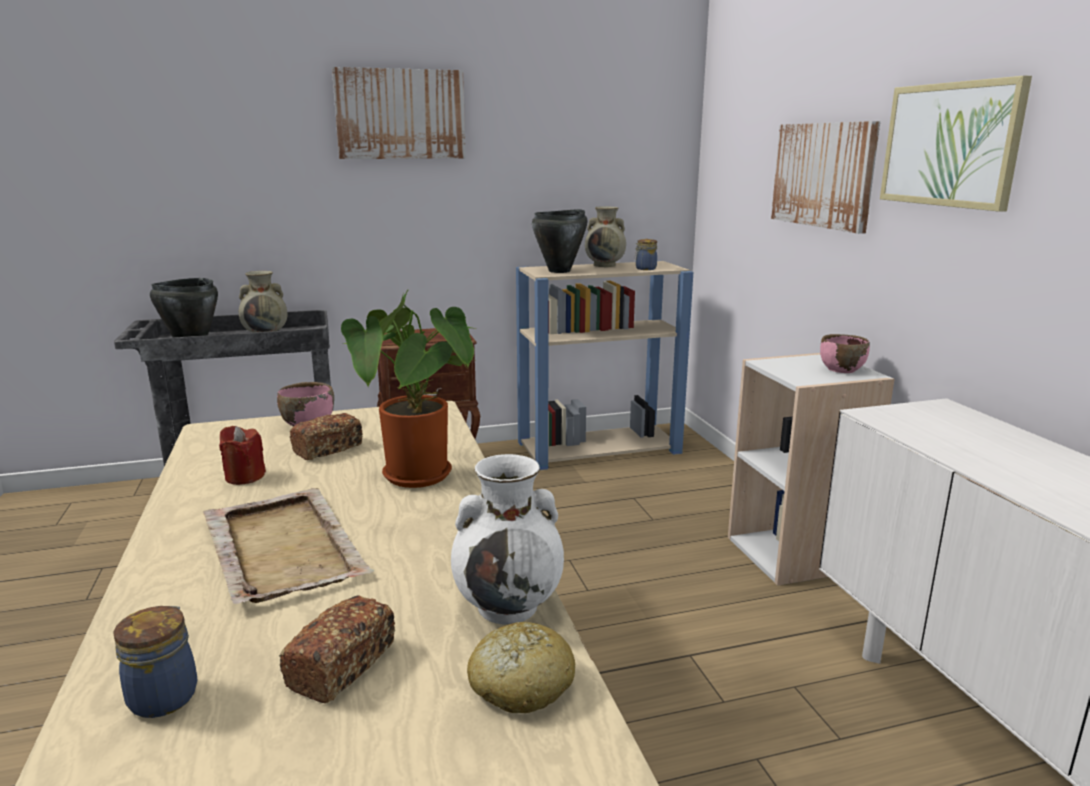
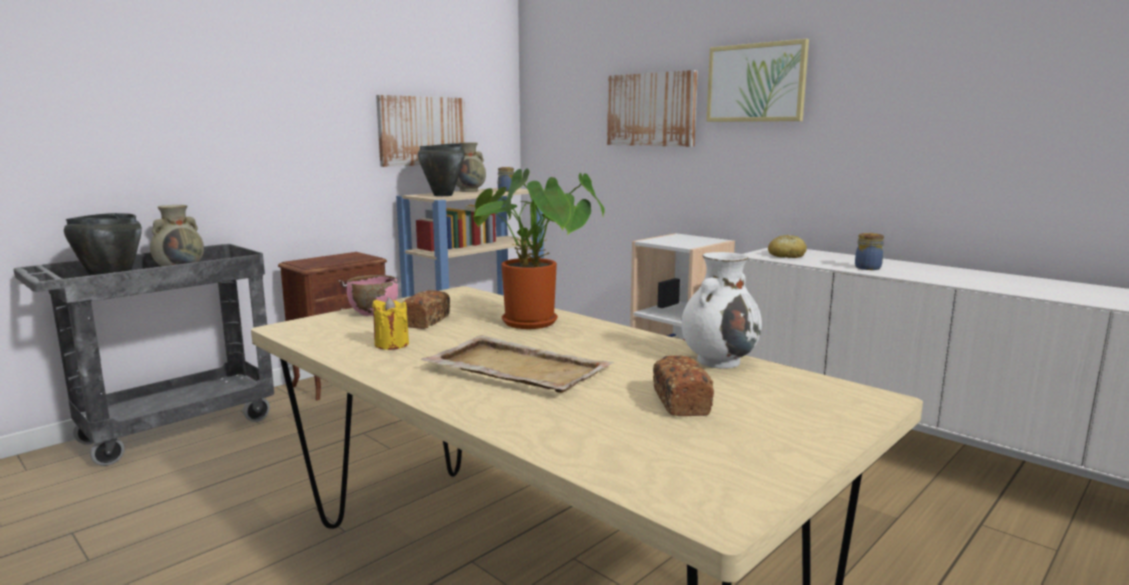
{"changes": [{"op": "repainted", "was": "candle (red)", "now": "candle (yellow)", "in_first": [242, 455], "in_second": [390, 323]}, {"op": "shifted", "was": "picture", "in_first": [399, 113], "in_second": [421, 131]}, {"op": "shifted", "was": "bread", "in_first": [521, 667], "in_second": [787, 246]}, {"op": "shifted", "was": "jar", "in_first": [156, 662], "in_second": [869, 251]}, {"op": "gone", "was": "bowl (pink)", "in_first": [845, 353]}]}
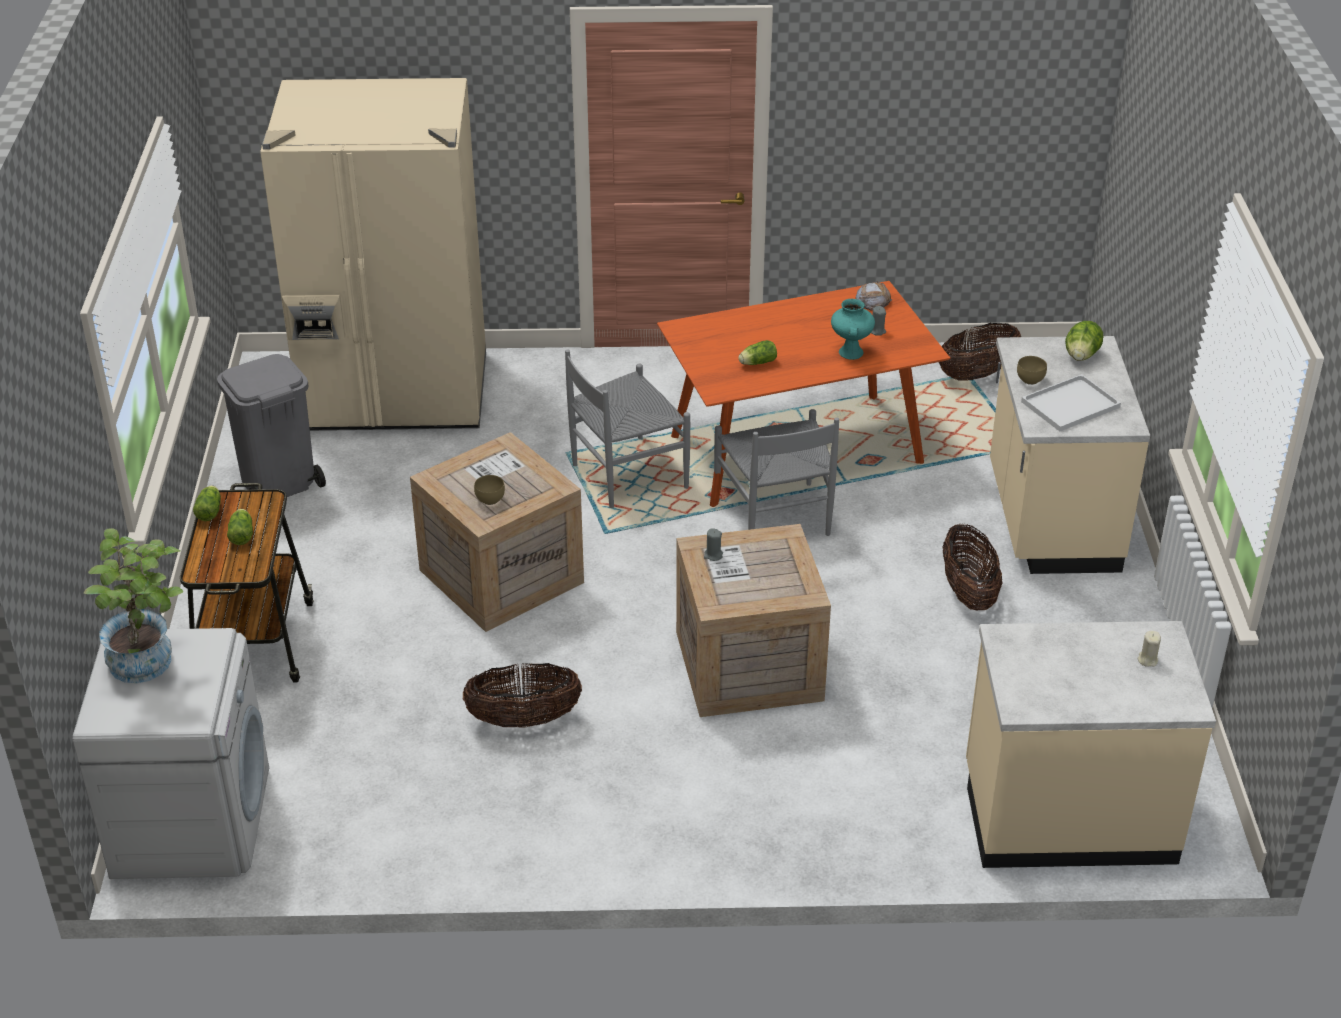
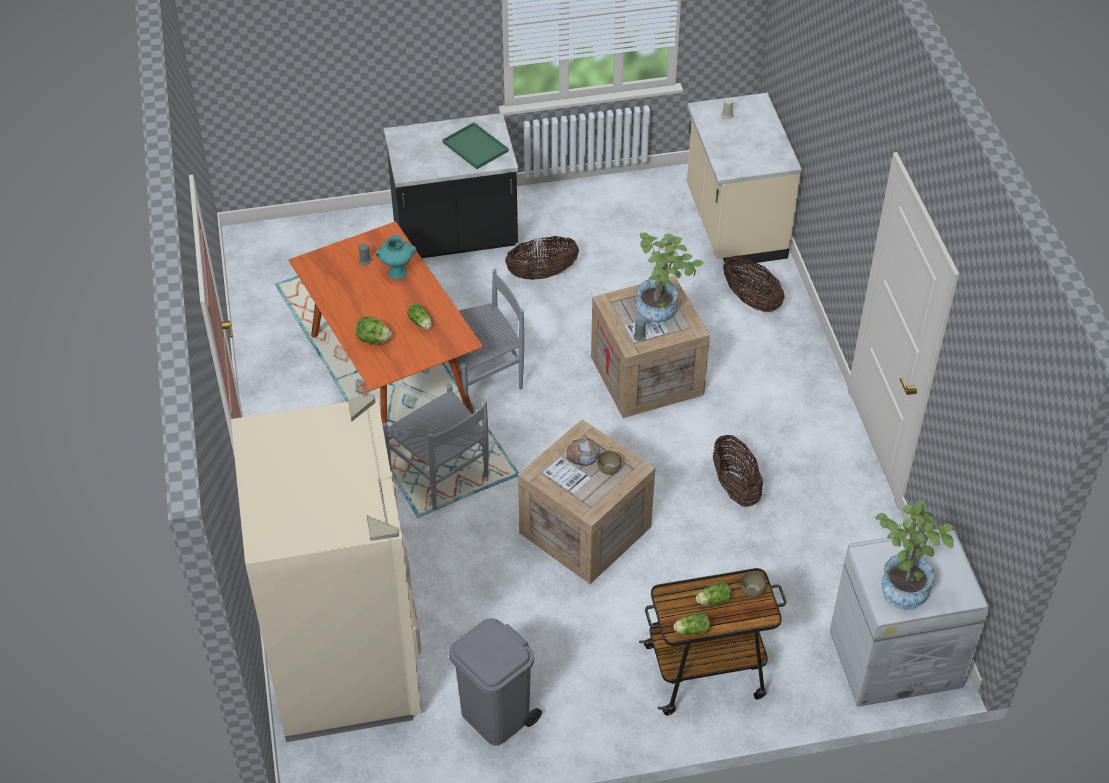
{"changes": [{"op": "shifted", "was": "lettuce", "in_first": [1084, 341], "in_second": [374, 331]}, {"op": "repainted", "was": "counter (beige)", "now": "counter (black)", "in_first": [1070, 455], "in_second": [451, 185]}, {"op": "repainted", "was": "tray (white)", "now": "tray (green)", "in_first": [1071, 403], "in_second": [475, 145]}, {"op": "shifted", "was": "bread", "in_first": [873, 296], "in_second": [583, 452]}, {"op": "new", "now": "potted plant", "in_second": [670, 278]}, {"op": "shifted", "was": "basket", "in_first": [980, 352], "in_second": [754, 284]}, {"op": "shifted", "was": "bowl (brown)", "in_first": [1032, 370], "in_second": [754, 584]}]}
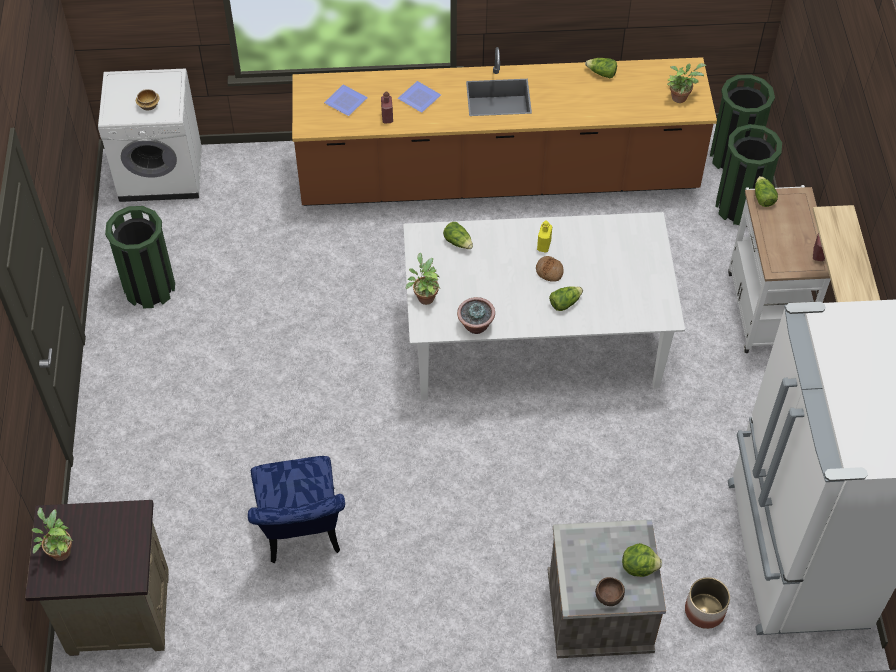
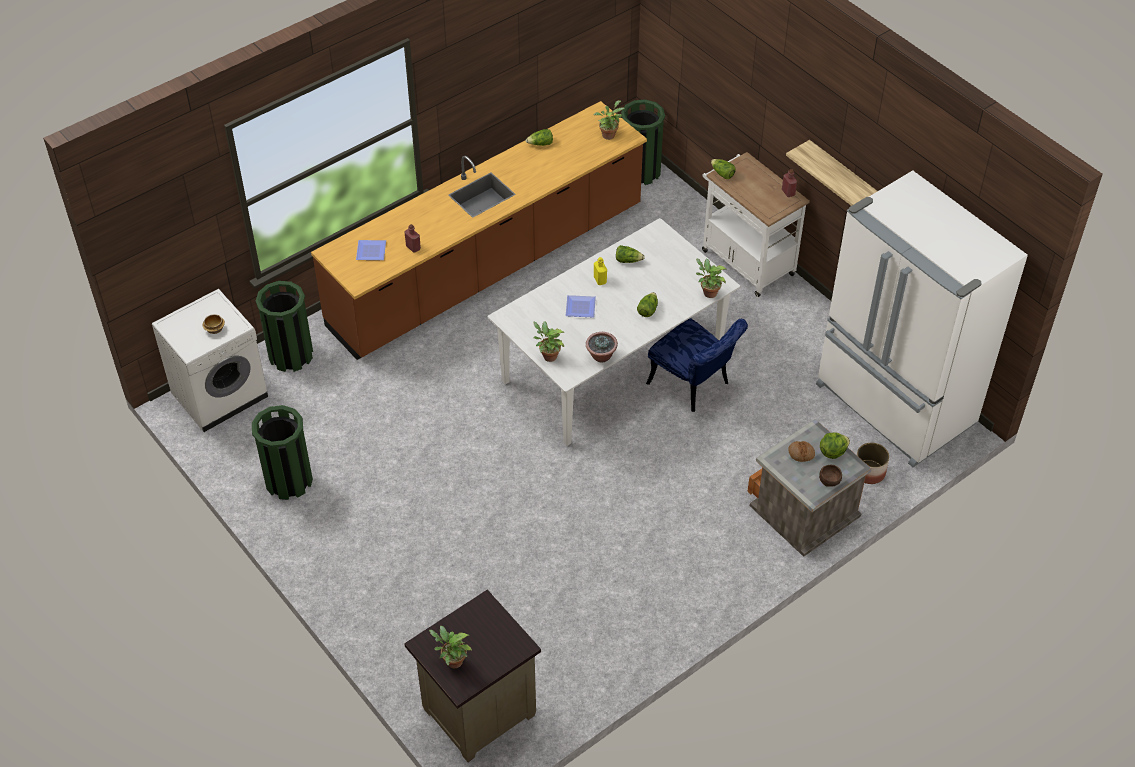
{"changes": [{"op": "shifted", "was": "trash can (green)", "in_first": [749, 174], "in_second": [284, 326]}, {"op": "shifted", "was": "plate", "in_first": [419, 97], "in_second": [581, 306]}, {"op": "shifted", "was": "lettuce", "in_first": [458, 235], "in_second": [630, 254]}, {"op": "shifted", "was": "chair (blue)", "in_first": [296, 509], "in_second": [697, 365]}, {"op": "new", "now": "potted plant", "in_second": [711, 278]}, {"op": "shifted", "was": "bread", "in_first": [550, 269], "in_second": [802, 451]}]}
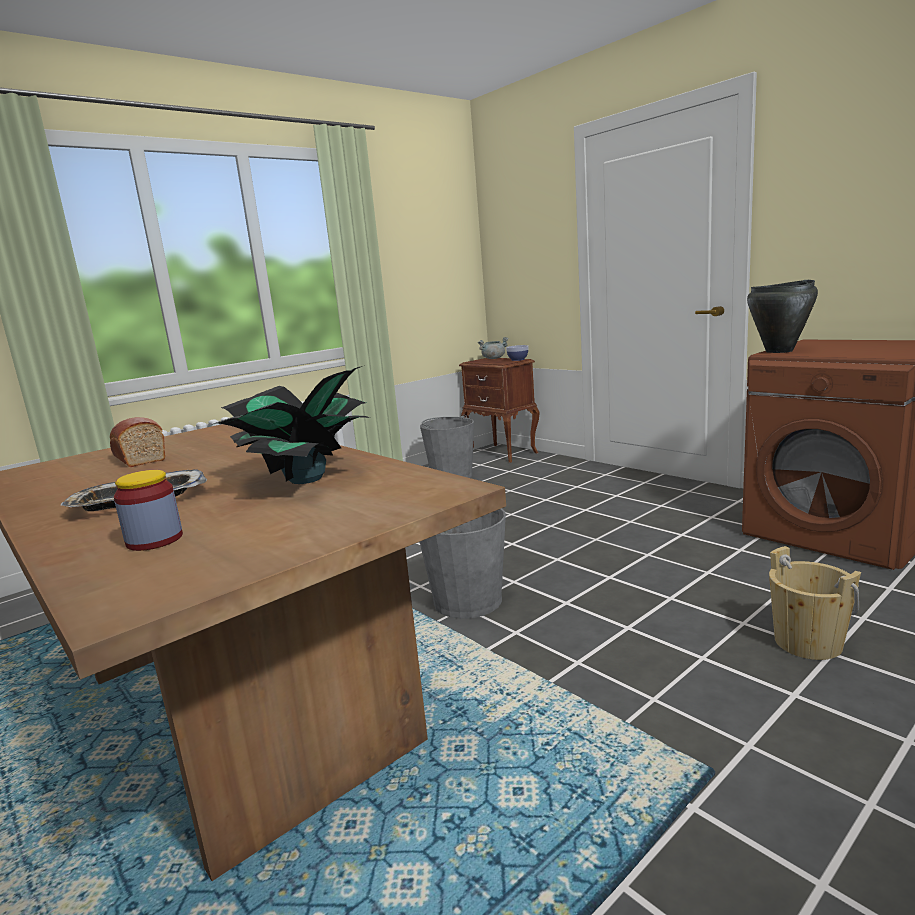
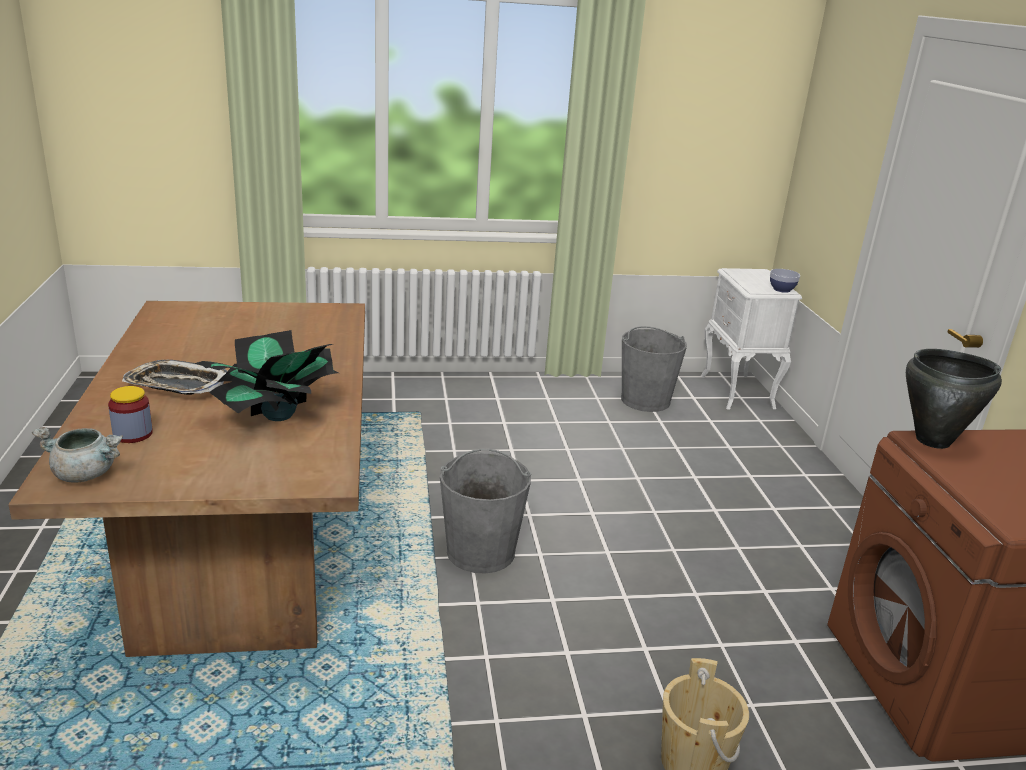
{"changes": [{"op": "shifted", "was": "cooking pot (grey)", "in_first": [493, 348], "in_second": [77, 455]}, {"op": "repainted", "was": "nightstand (brown)", "now": "nightstand (white)", "in_first": [499, 410], "in_second": [751, 339]}, {"op": "gone", "was": "bread", "in_first": [137, 442]}]}
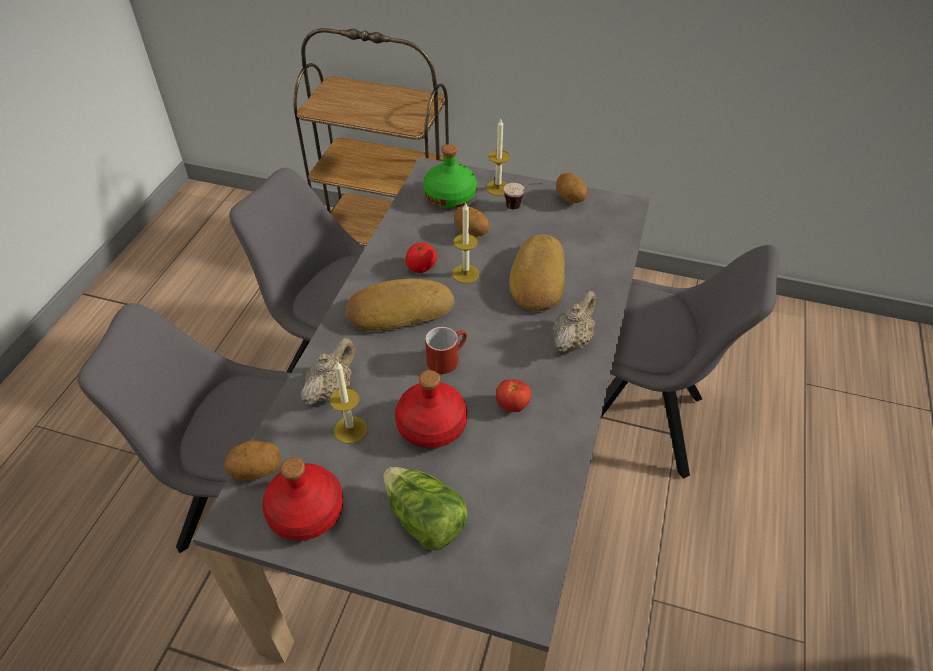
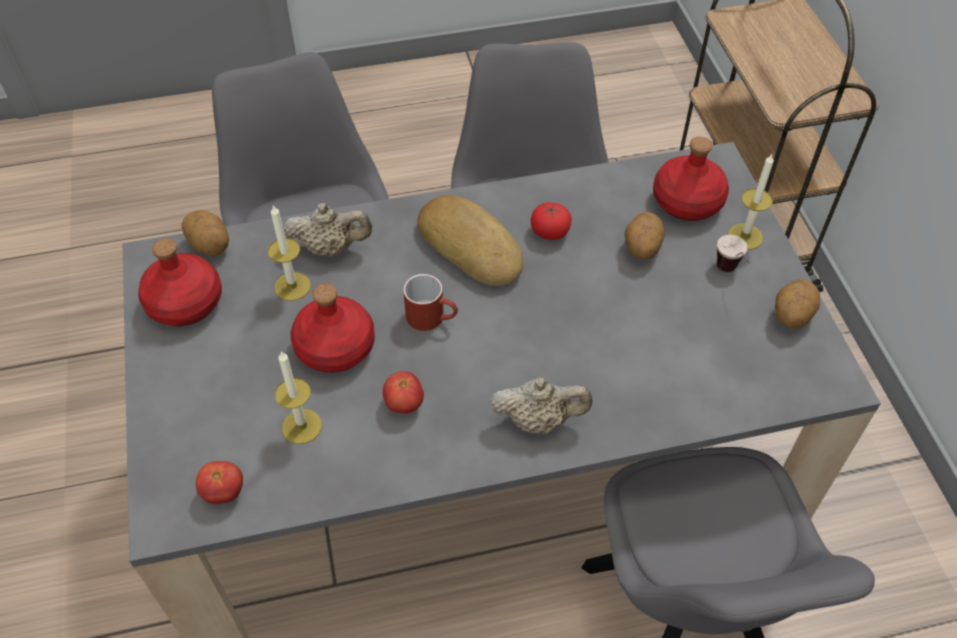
{"changes": [{"op": "new", "now": "tomato", "in_second": [219, 482]}, {"op": "shifted", "was": "candle", "in_first": [465, 243], "in_second": [298, 397]}, {"op": "repainted", "was": "bottle (green)", "now": "bottle (red)", "in_first": [450, 176], "in_second": [691, 179]}, {"op": "gone", "was": "lettuce", "in_first": [426, 509]}, {"op": "gone", "was": "bread", "in_first": [537, 273]}]}
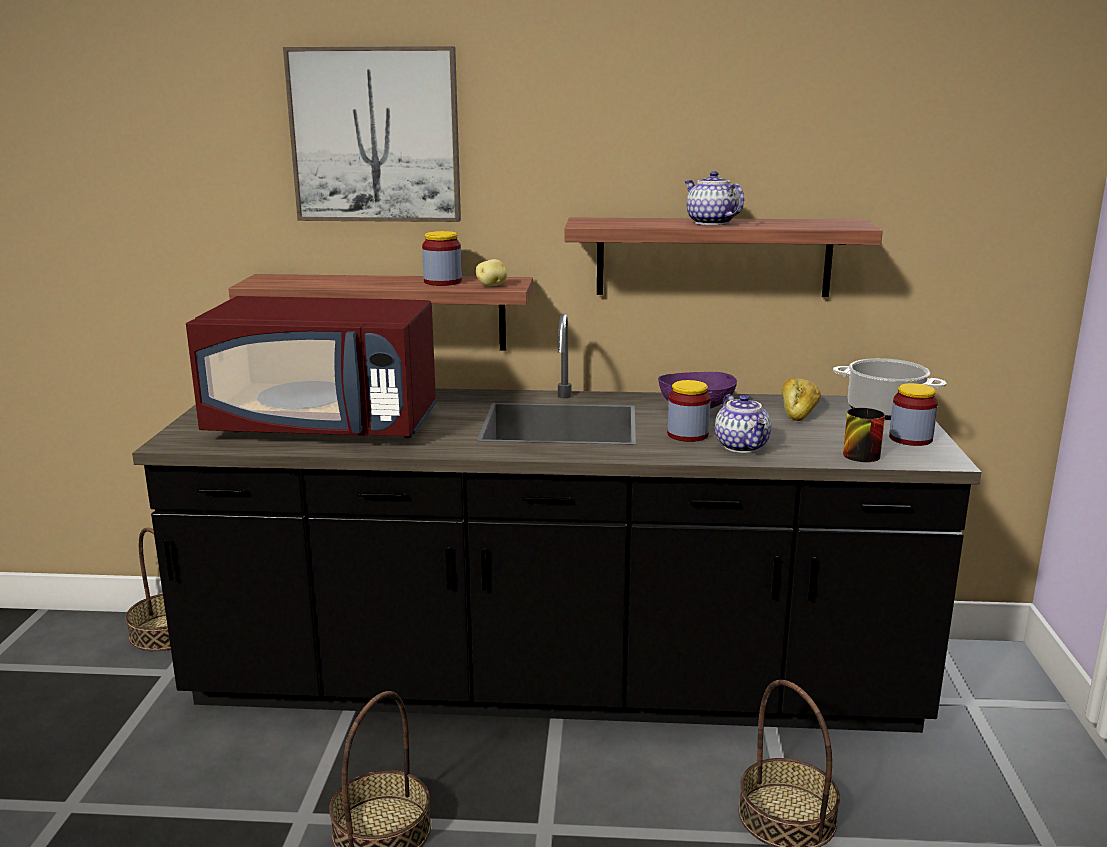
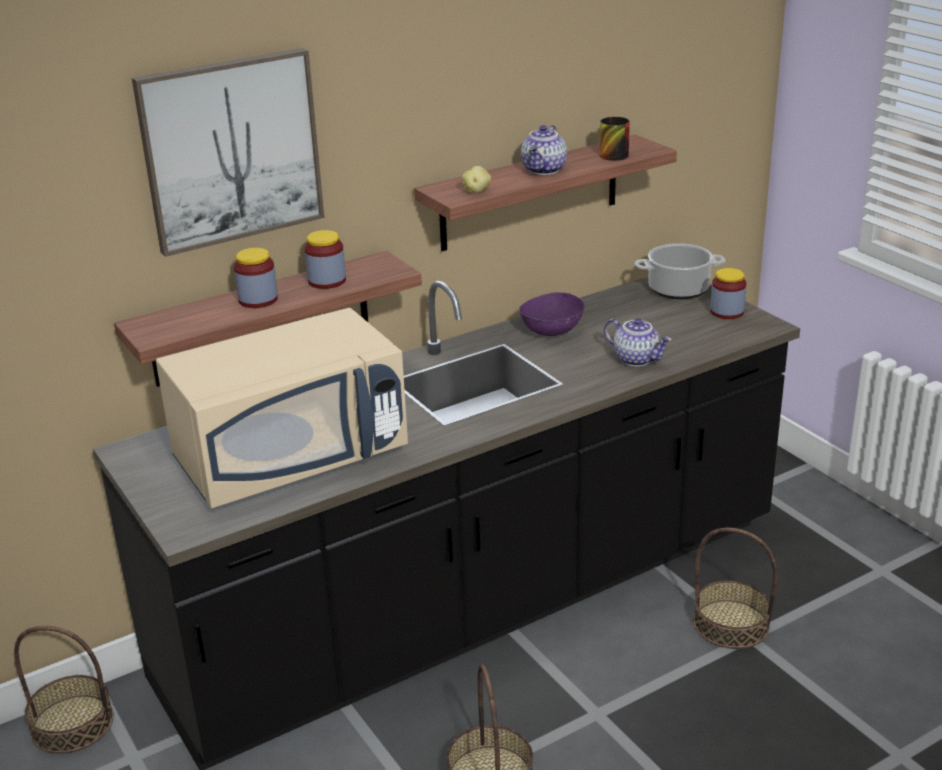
{"changes": [{"op": "repainted", "was": "microwave (red)", "now": "microwave (beige)", "in_first": [311, 367], "in_second": [282, 408]}, {"op": "shifted", "was": "jar", "in_first": [689, 411], "in_second": [256, 278]}, {"op": "shifted", "was": "potato", "in_first": [491, 273], "in_second": [476, 179]}, {"op": "rotated", "was": "teapot", "in_first": [714, 198], "in_second": [544, 150], "clockwise": -90}, {"op": "shifted", "was": "mug", "in_first": [864, 435], "in_second": [615, 139]}, {"op": "gone", "was": "bread", "in_first": [801, 399]}]}
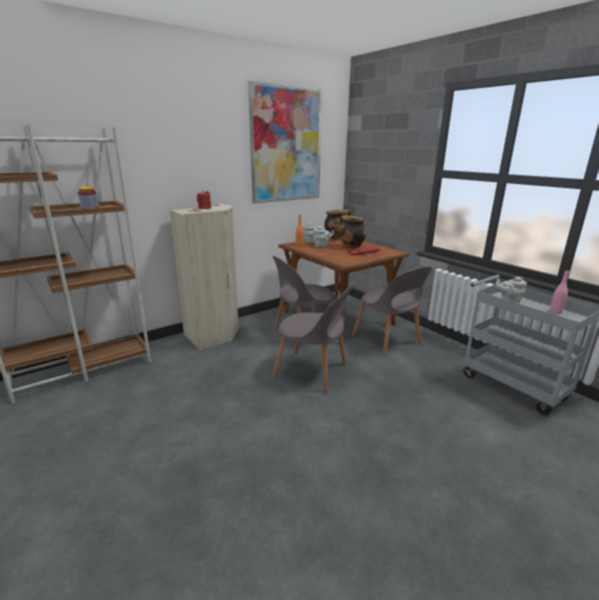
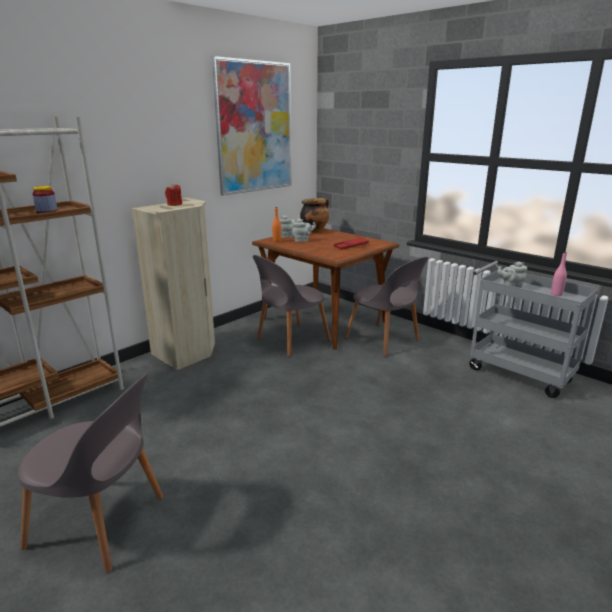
{"changes": [{"op": "shifted", "was": "chair (grey)", "in_first": [314, 337], "in_second": [91, 473]}, {"op": "gone", "was": "cooking pot", "in_first": [353, 232]}]}
